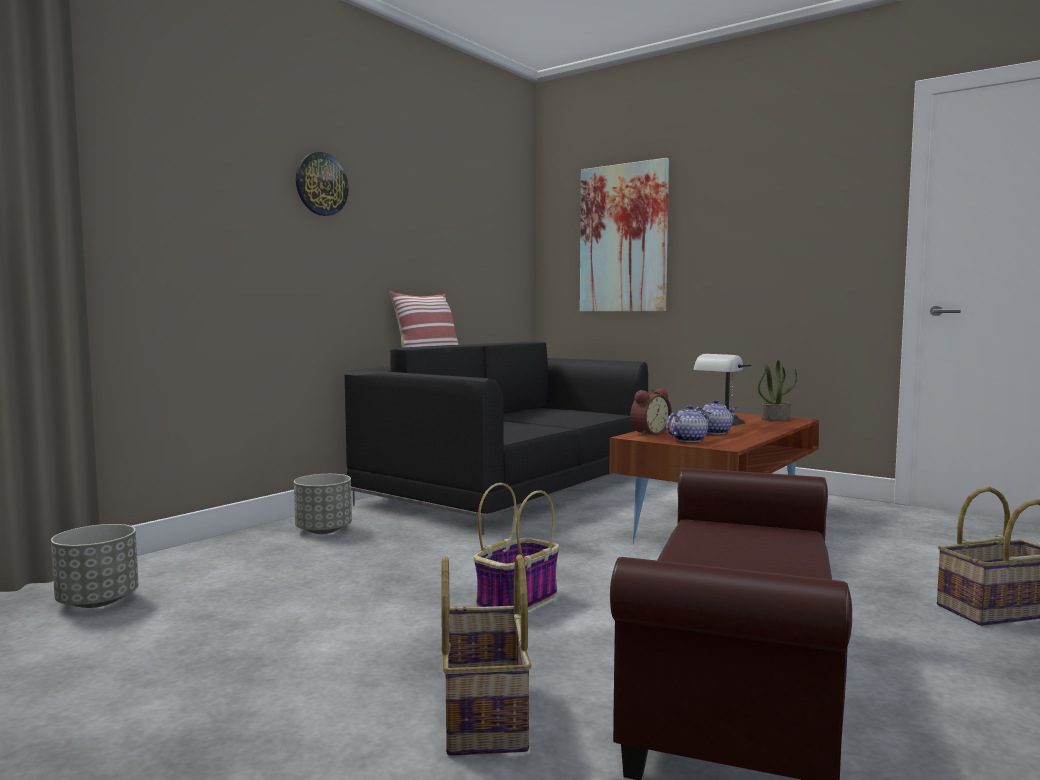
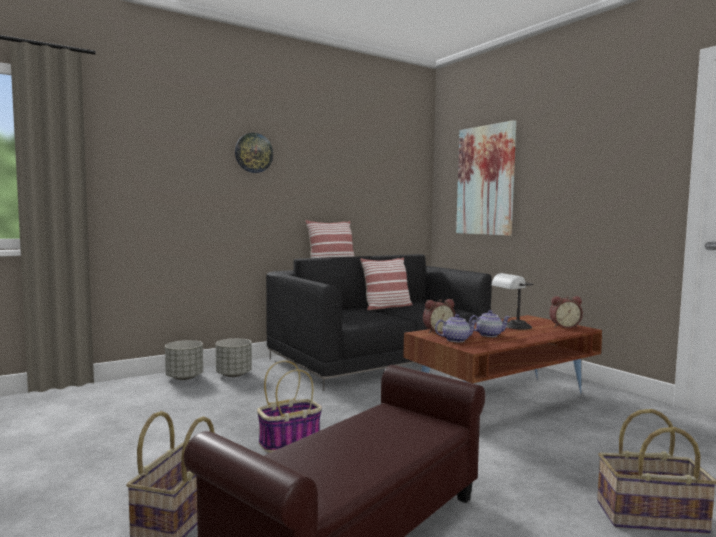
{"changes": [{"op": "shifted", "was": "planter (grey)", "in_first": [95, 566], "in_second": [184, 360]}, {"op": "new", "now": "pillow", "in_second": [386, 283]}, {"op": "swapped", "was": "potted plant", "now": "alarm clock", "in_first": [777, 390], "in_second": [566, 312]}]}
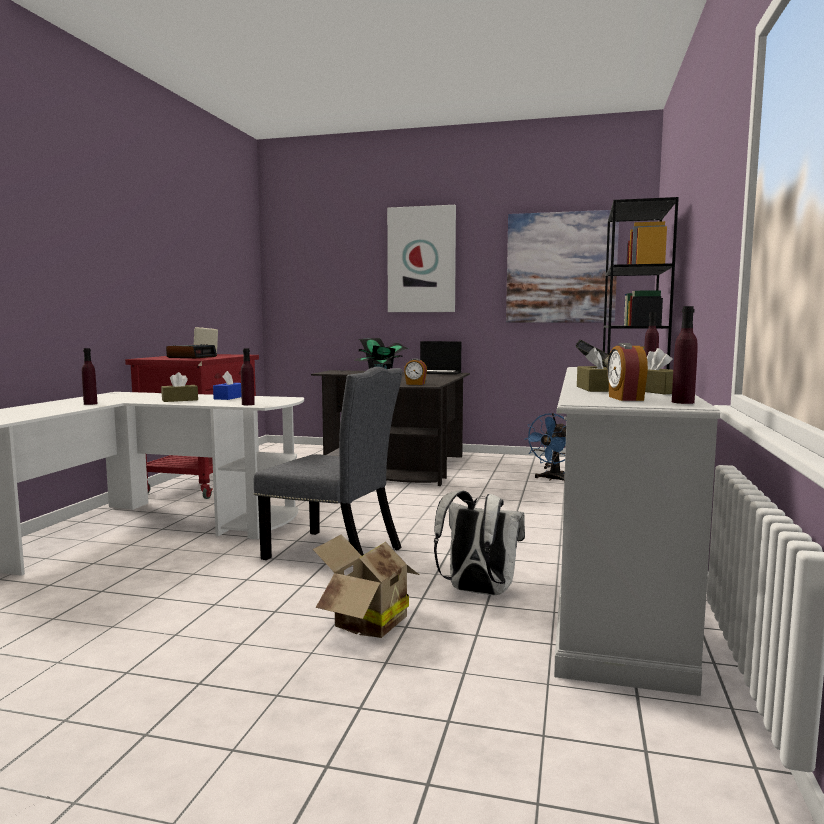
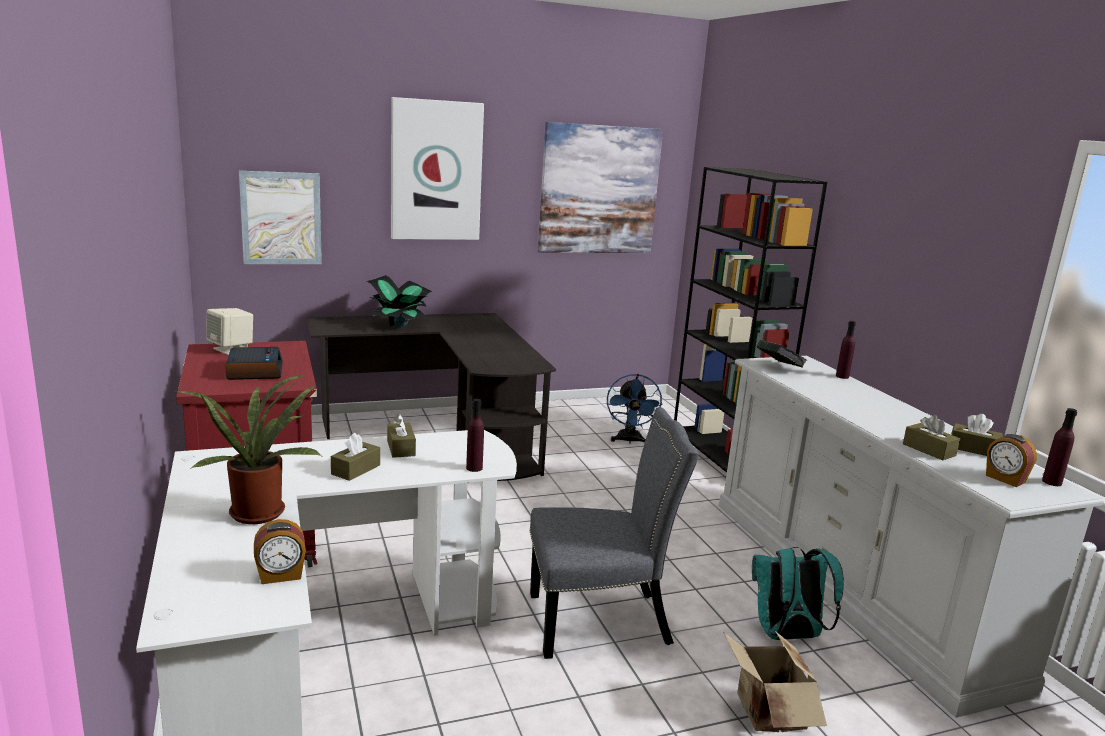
{"changes": [{"op": "swapped", "was": "bottle (purple)", "now": "potted plant", "in_first": [90, 376], "in_second": [247, 449]}, {"op": "new", "now": "picture", "in_second": [280, 217]}, {"op": "shifted", "was": "alarm clock", "in_first": [415, 371], "in_second": [280, 551]}, {"op": "repainted", "was": "tissue box (blue)", "now": "tissue box (brown)", "in_first": [227, 385], "in_second": [401, 436]}, {"op": "repainted", "was": "backpack (white)", "now": "backpack (turquoise)", "in_first": [479, 542], "in_second": [798, 593]}, {"op": "gone", "was": "laptop", "in_first": [440, 358]}]}
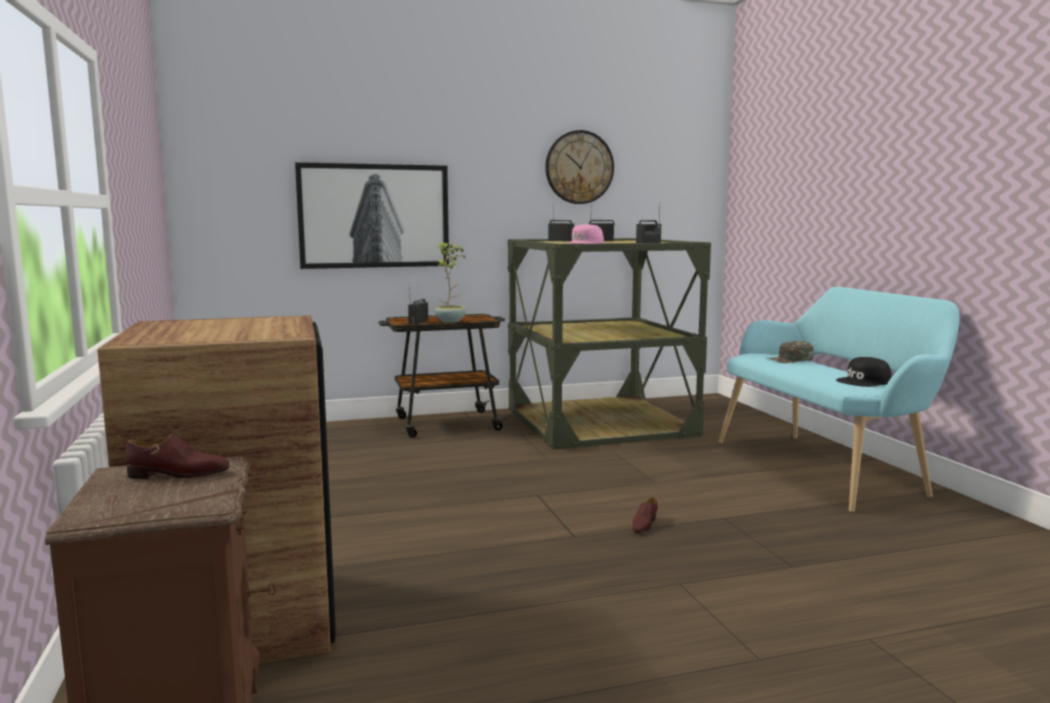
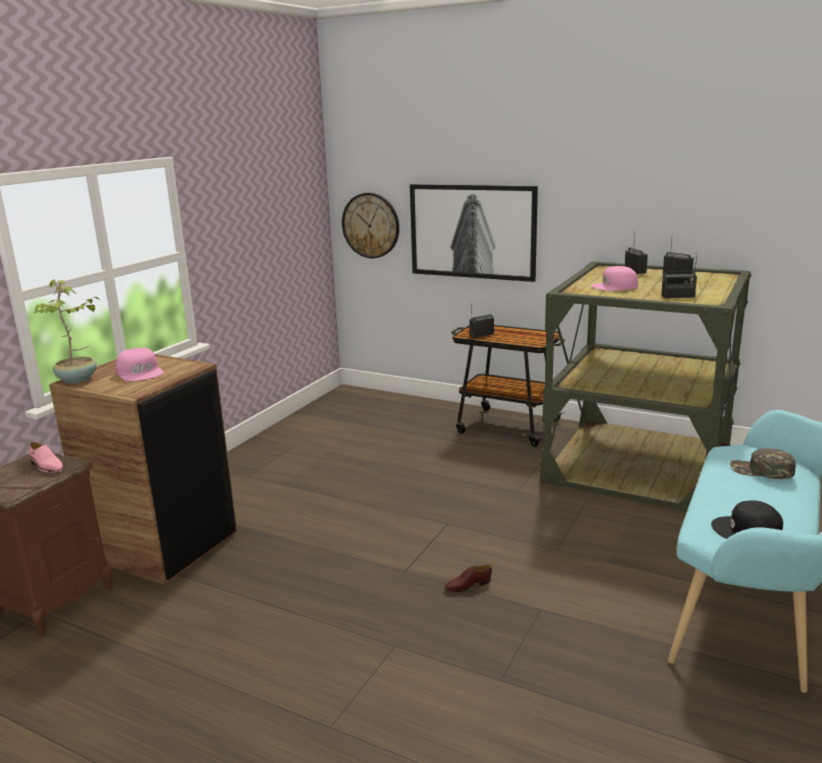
{"changes": [{"op": "repainted", "was": "shoe (brown)", "now": "shoe (pink)", "in_first": [177, 456], "in_second": [46, 457]}, {"op": "shifted", "was": "potted plant", "in_first": [450, 282], "in_second": [67, 332]}, {"op": "new", "now": "cap (pink)", "in_second": [140, 364]}, {"op": "shifted", "was": "wall clock", "in_first": [579, 167], "in_second": [370, 225]}]}
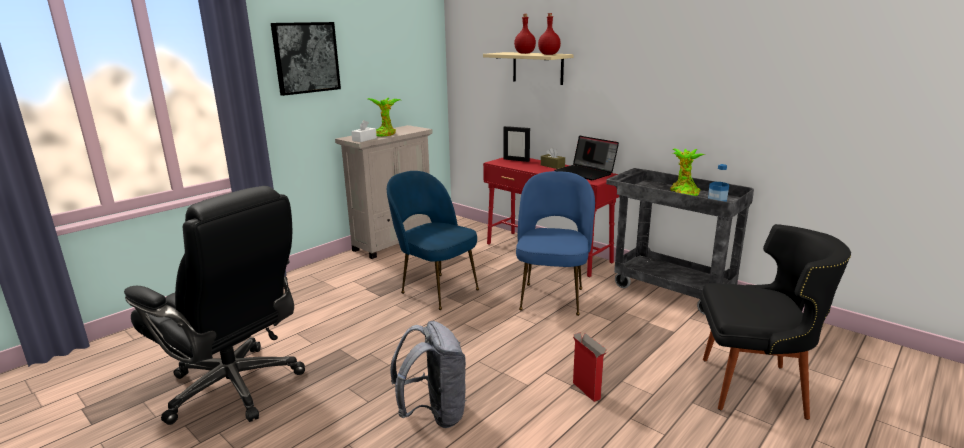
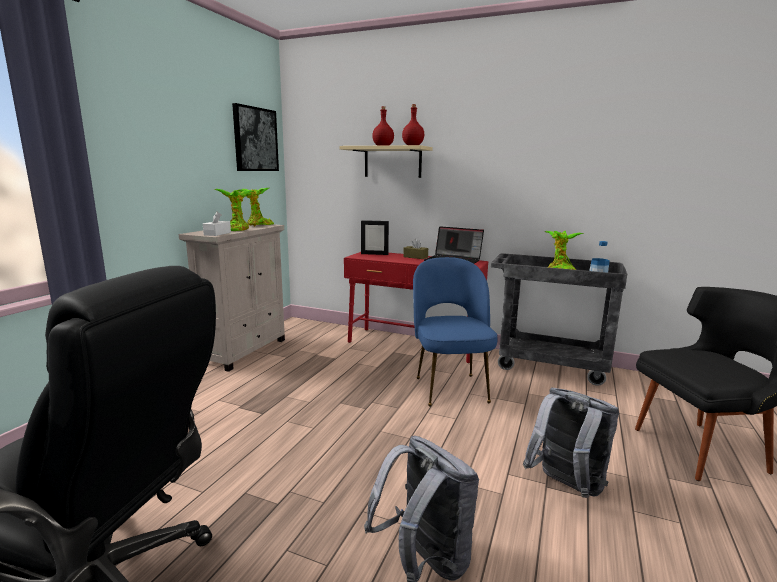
{"changes": [{"op": "shifted", "was": "picture", "in_first": [306, 59], "in_second": [255, 137]}, {"op": "new", "now": "potted plant", "in_second": [255, 207]}, {"op": "swapped", "was": "cardboard box", "now": "backpack (grey)", "in_first": [590, 367], "in_second": [571, 442]}, {"op": "gone", "was": "chair (blue)", "in_first": [433, 240]}]}
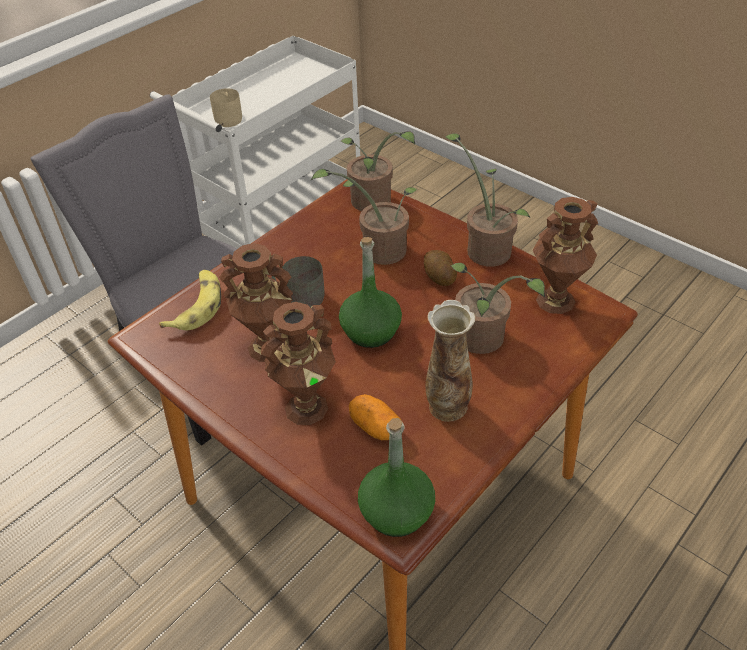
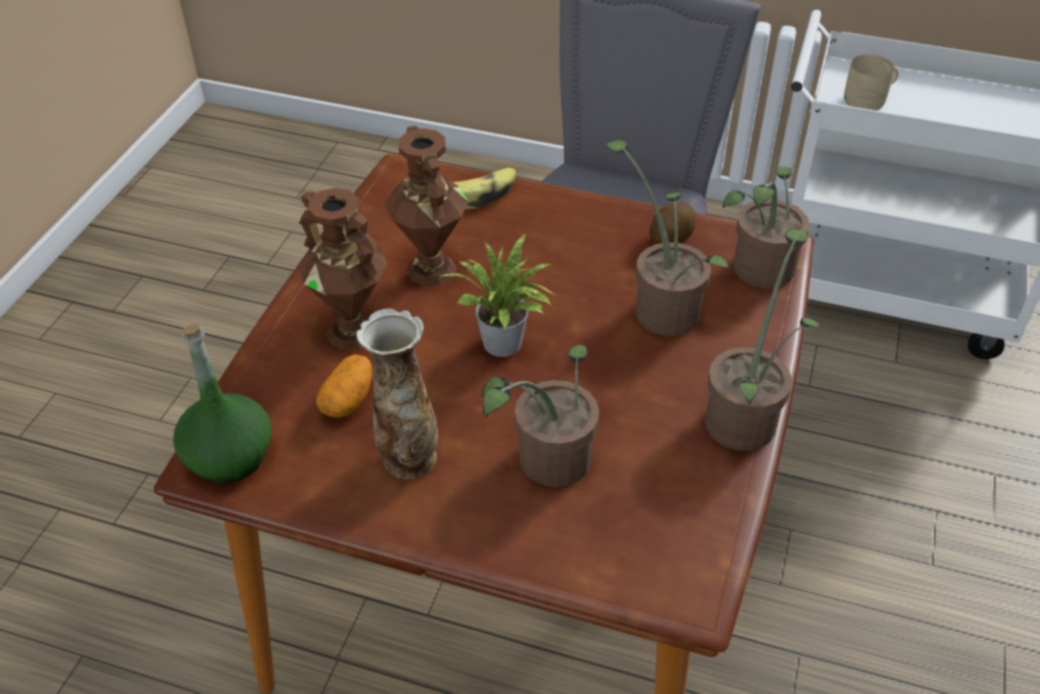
{"changes": [{"op": "swapped", "was": "bottle (green)", "now": "potted plant", "in_first": [370, 292], "in_second": [499, 295]}, {"op": "shifted", "was": "potato", "in_first": [440, 268], "in_second": [672, 223]}, {"op": "gone", "was": "mug (grey)", "in_first": [298, 282]}, {"op": "gone", "was": "vase (brown)", "in_first": [565, 255]}]}
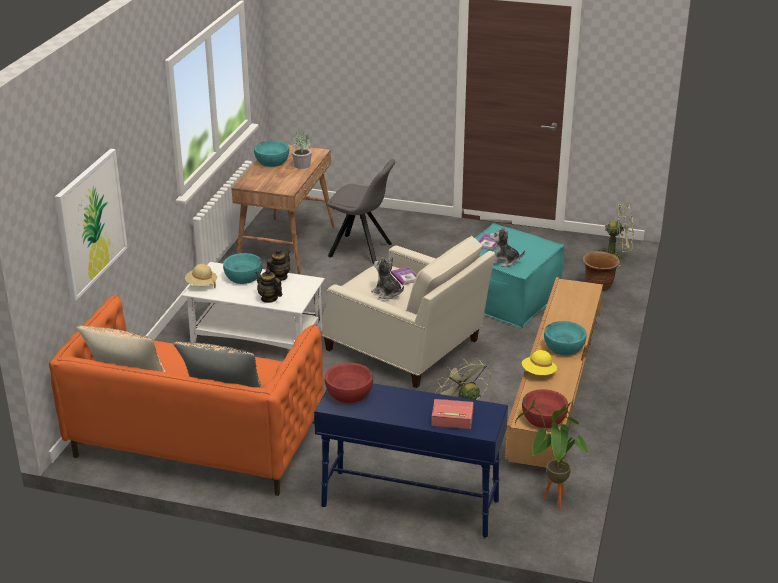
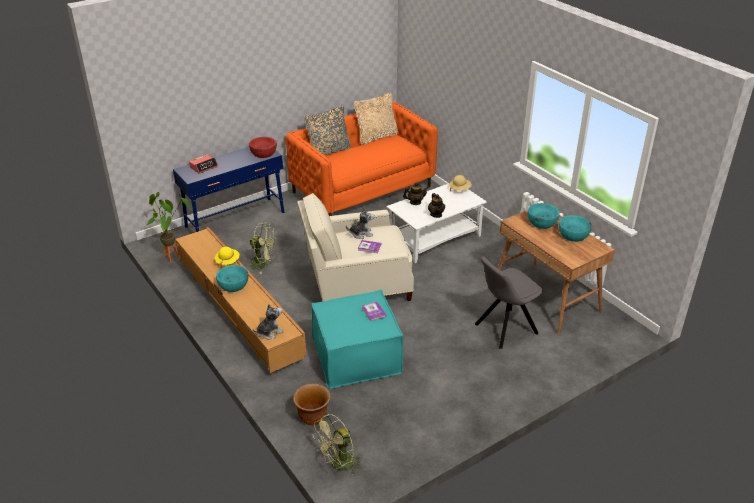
{"changes": [{"op": "shifted", "was": "plush toy", "in_first": [507, 246], "in_second": [268, 321]}, {"op": "shifted", "was": "bowl (turquoise)", "in_first": [243, 268], "in_second": [543, 216]}, {"op": "gone", "was": "picture", "in_first": [91, 225]}, {"op": "gone", "was": "potted plant", "in_first": [302, 150]}, {"op": "gone", "was": "bowl (red)", "in_first": [545, 408]}]}
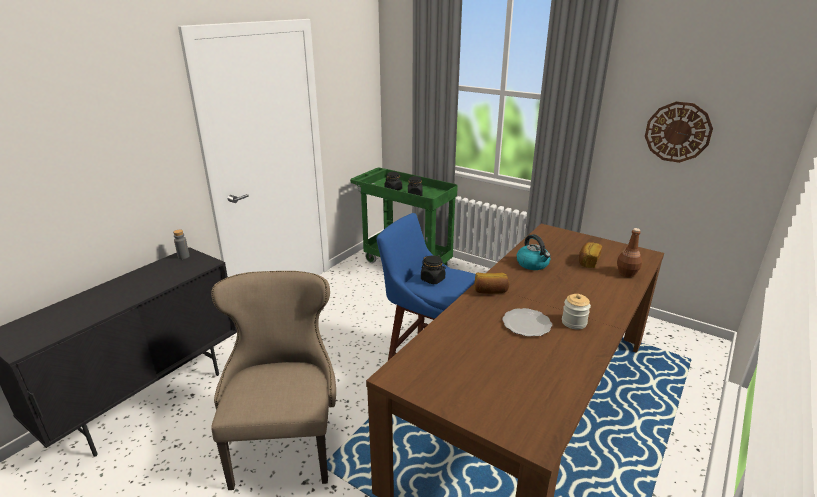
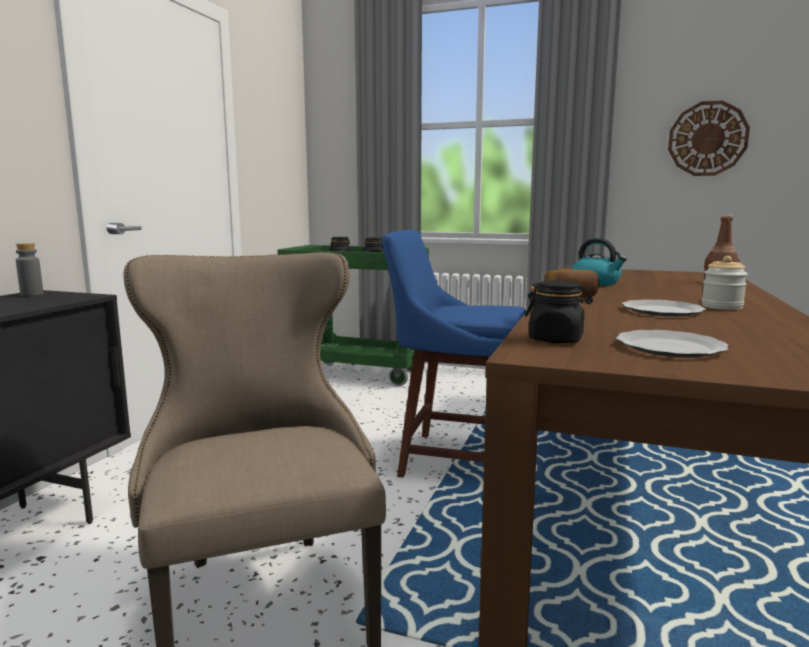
{"changes": [{"op": "shifted", "was": "jar (black)", "in_first": [433, 269], "in_second": [559, 311]}, {"op": "new", "now": "plate", "in_second": [672, 343]}, {"op": "gone", "was": "bread", "in_first": [590, 255]}]}
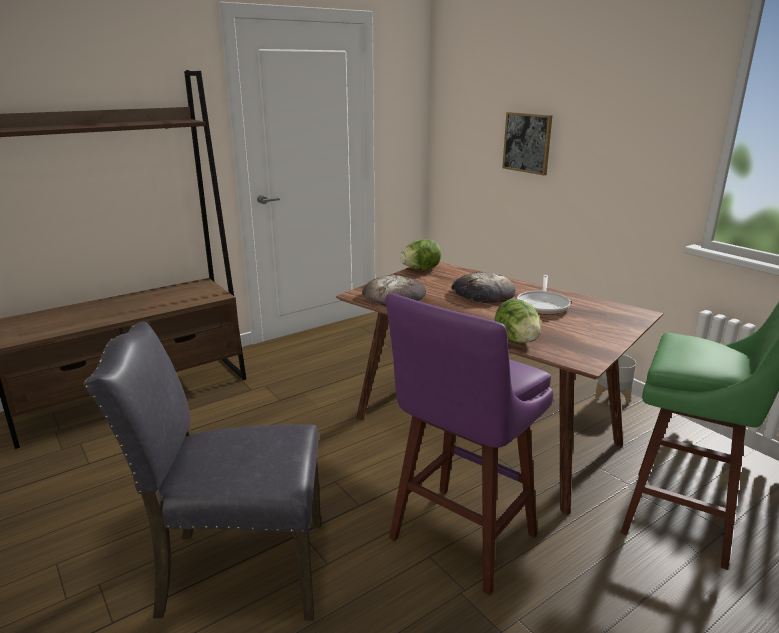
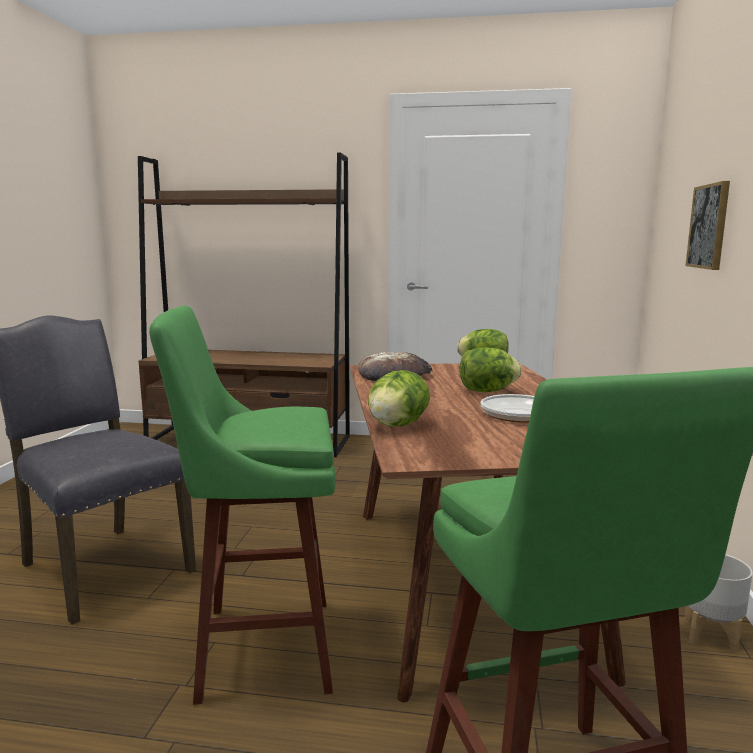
{"changes": [{"op": "repainted", "was": "stool (purple)", "now": "stool (green)", "in_first": [469, 444], "in_second": [242, 505]}, {"op": "swapped", "was": "bread", "now": "lettuce", "in_first": [484, 287], "in_second": [491, 369]}]}
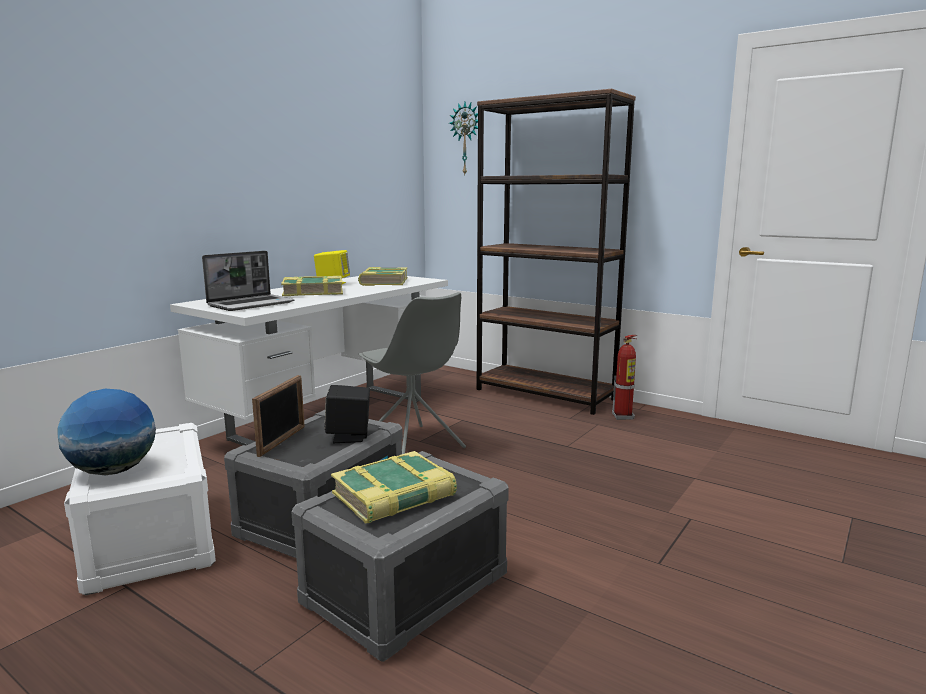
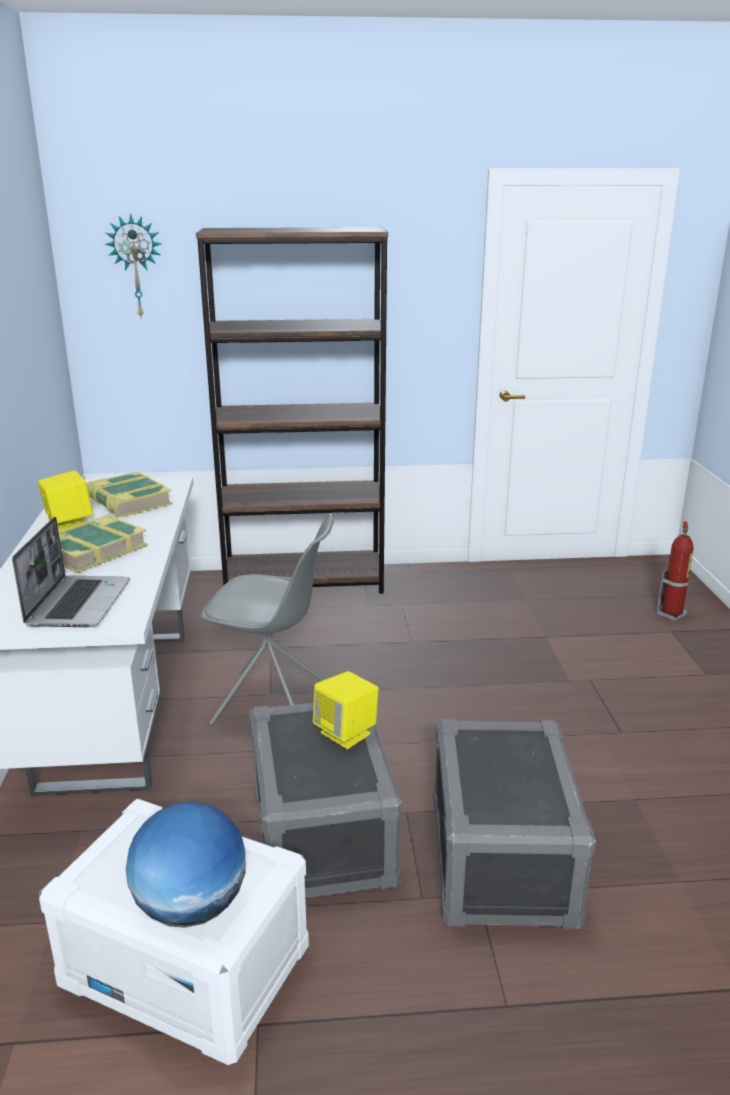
{"changes": [{"op": "repainted", "was": "speaker (black)", "now": "speaker (yellow)", "in_first": [347, 414], "in_second": [346, 710]}, {"op": "shifted", "was": "fire extinguisher", "in_first": [624, 377], "in_second": [675, 571]}, {"op": "gone", "was": "picture frame", "in_first": [278, 416]}, {"op": "gone", "was": "book", "in_first": [394, 487]}]}
